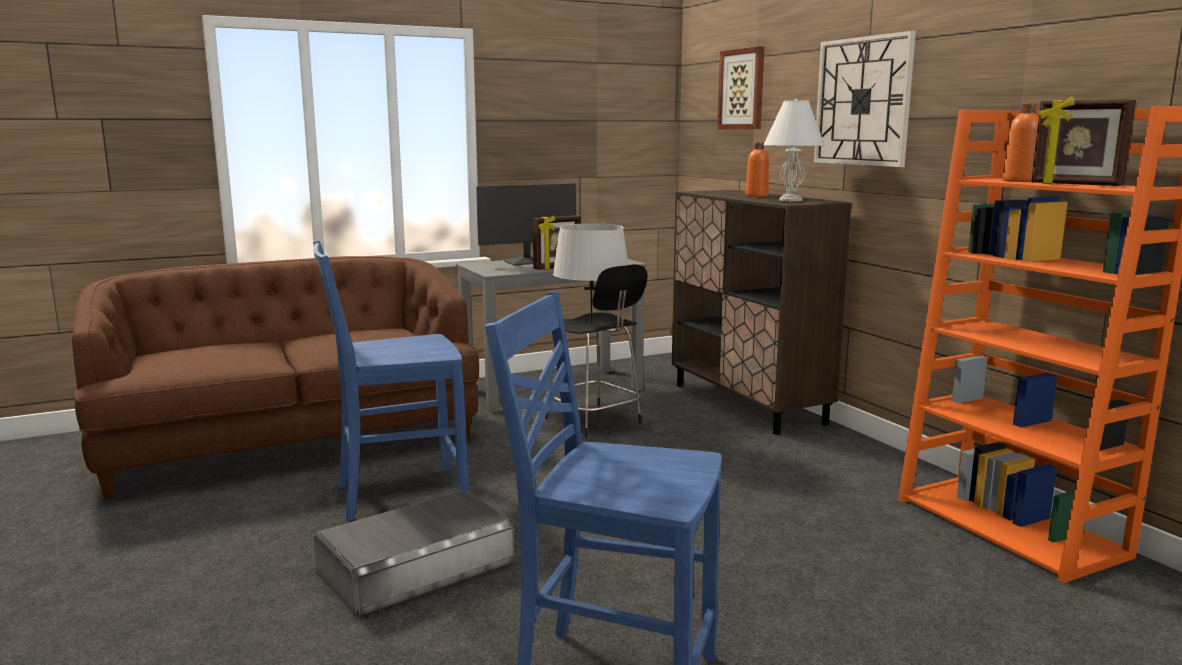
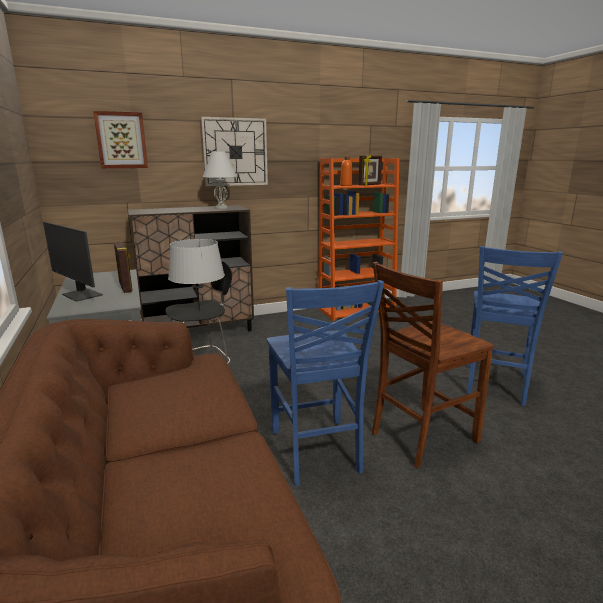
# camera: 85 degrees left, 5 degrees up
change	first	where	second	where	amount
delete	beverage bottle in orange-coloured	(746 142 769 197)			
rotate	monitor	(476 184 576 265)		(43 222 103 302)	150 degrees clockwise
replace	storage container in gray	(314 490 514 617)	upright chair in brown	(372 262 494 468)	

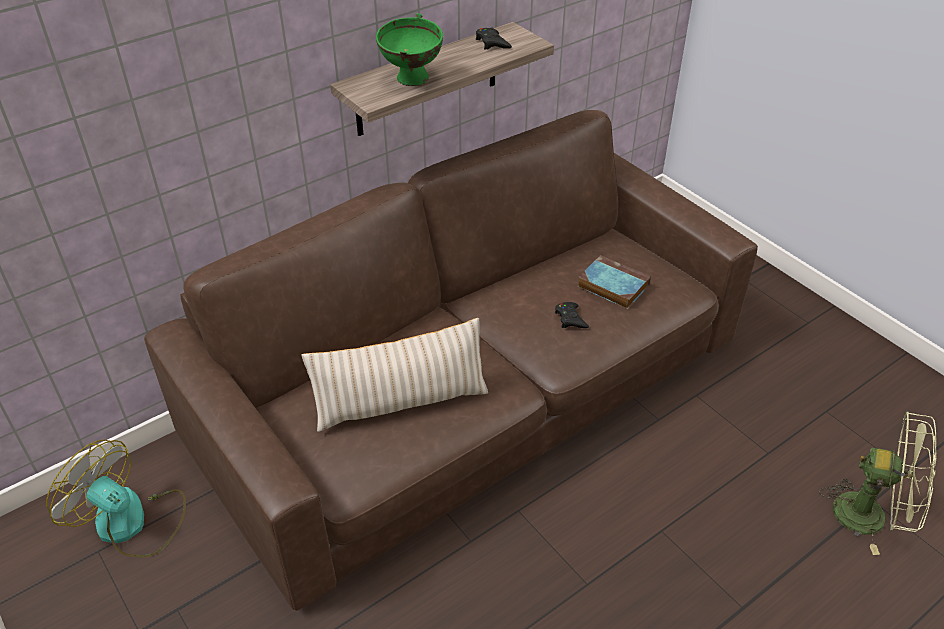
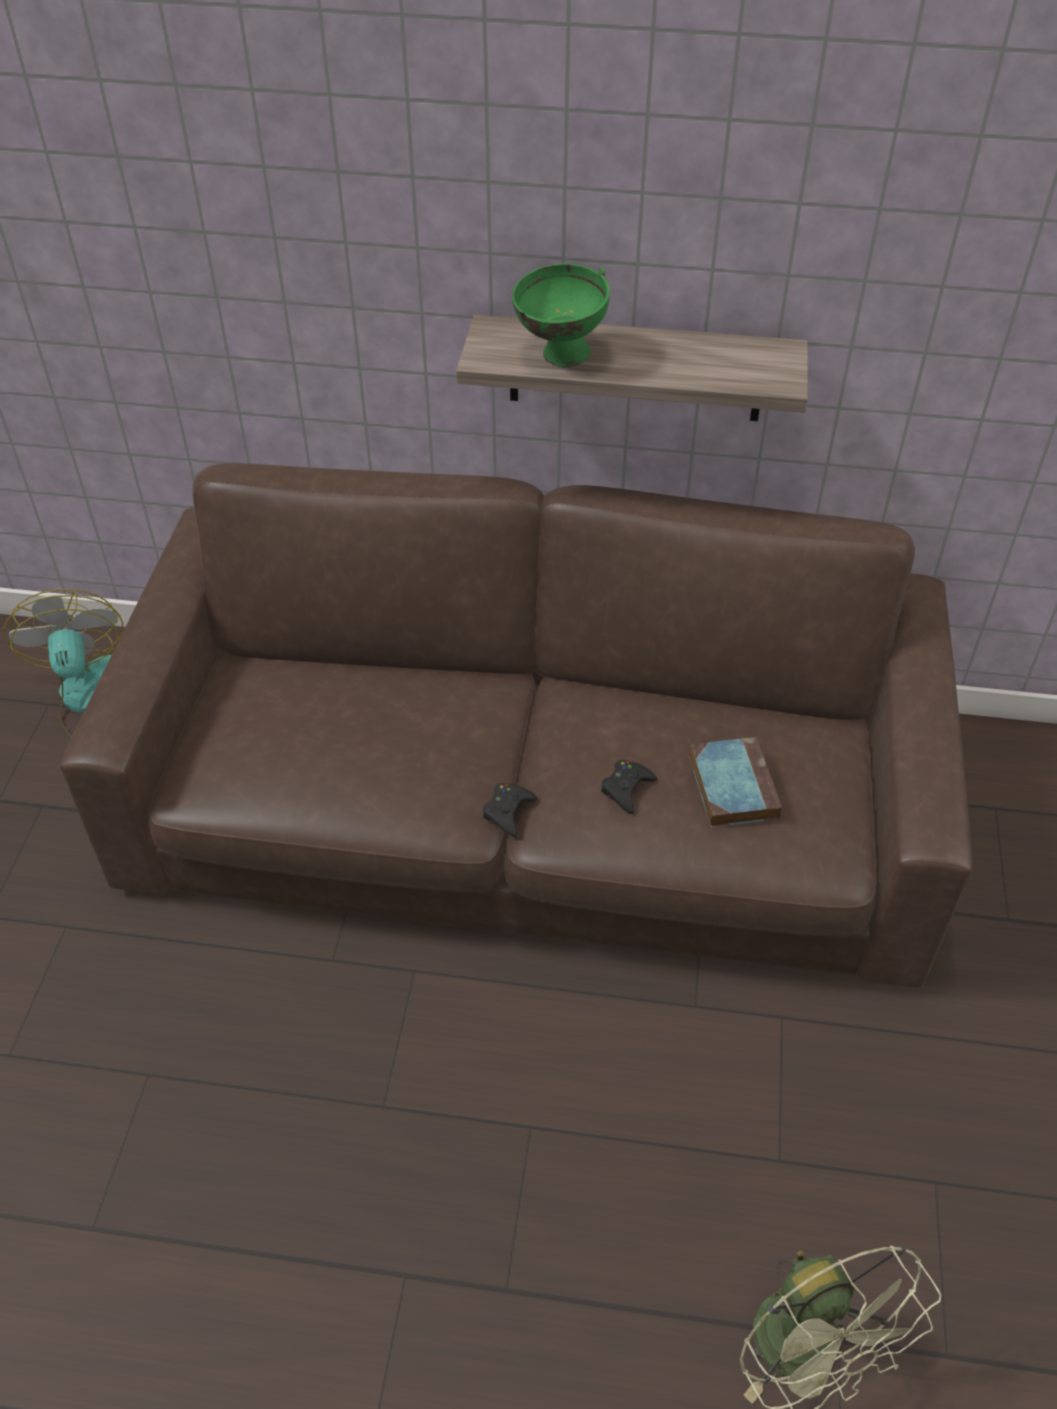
# camera: 45 degrees right, 5 degrees up
change	first	where	second	where	amount
move	joypad in black-coloured	(476 27 512 50)		(483 783 537 837)	
delete	throw pillow in beige	(302 318 488 432)			

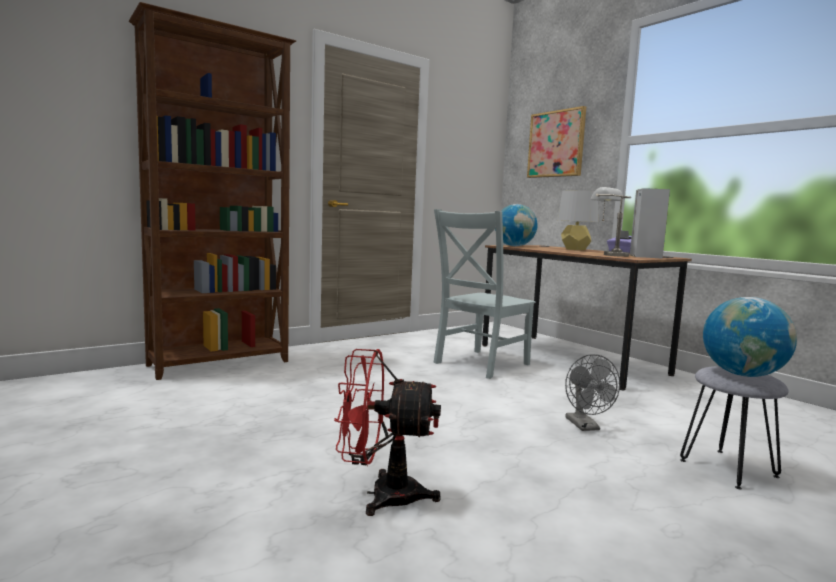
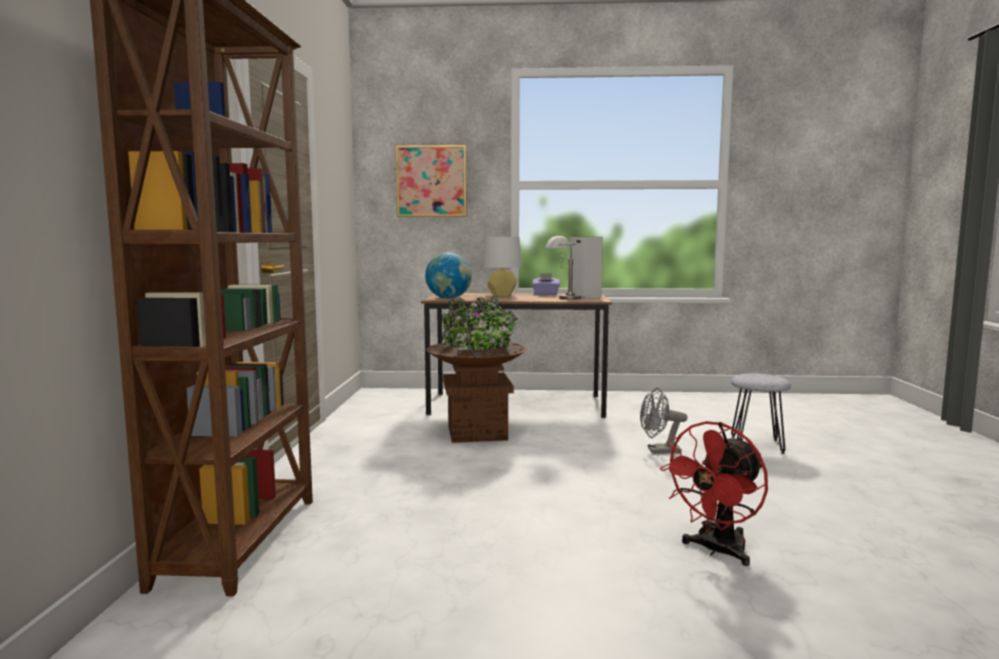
# camera: 50 degrees left, 0 degrees up
change	first	where	second	where	amount
replace	upright chair in gray	(433 209 536 379)	flower pot in brown	(426 297 527 443)	
delete	world globe	(703 297 797 377)			
rotate	cooling fan in gray	(565 354 620 431)		(640 388 687 454)	150 degrees clockwise

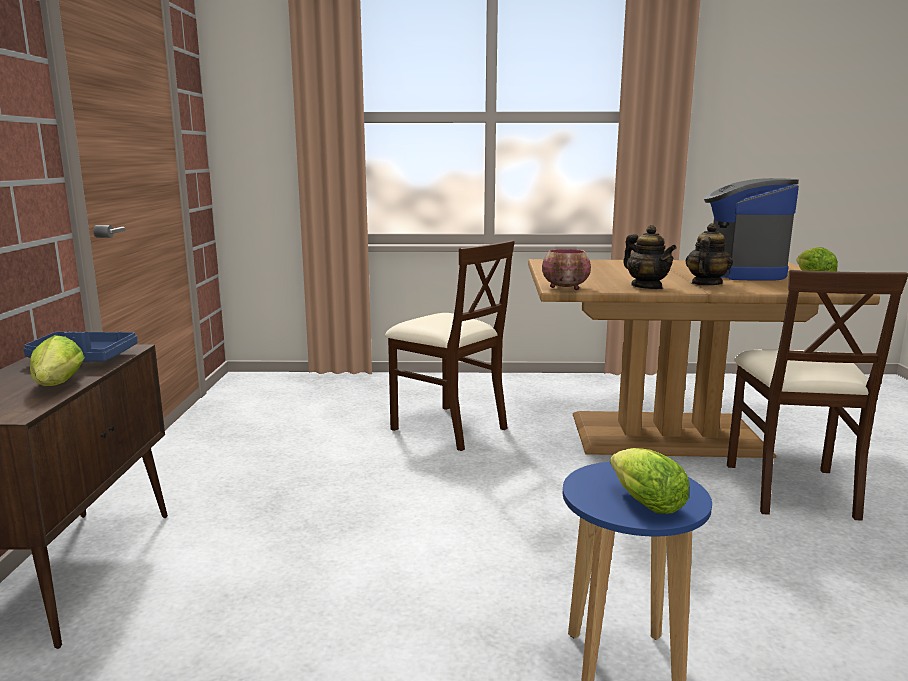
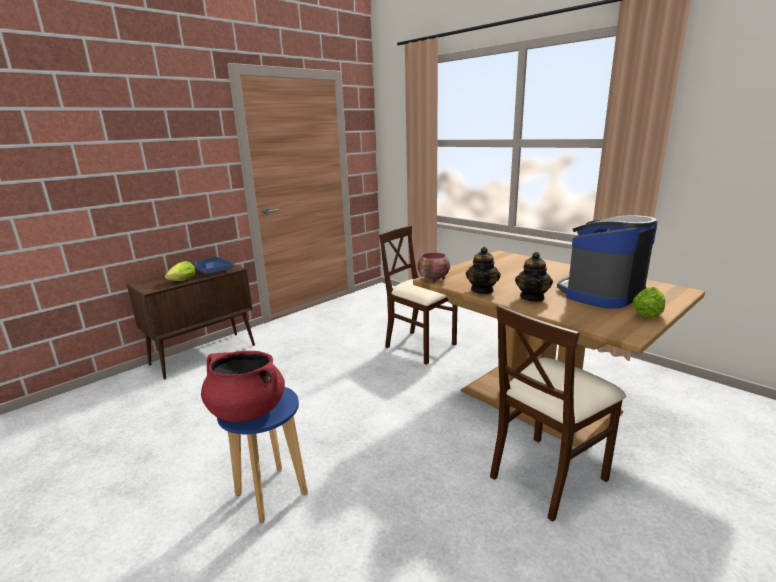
# camera: 45 degrees right, 5 degrees up
change	first	where	second	where	amount
rotate	pot for tea	(685 223 733 285)		(515 252 553 302)	120 degrees clockwise
rotate	upright chair in beige	(385 240 515 451)		(379 226 457 365)	135 degrees clockwise
replace	lettuce	(610 448 689 514)	cooking pot in reddish	(201 351 285 422)	

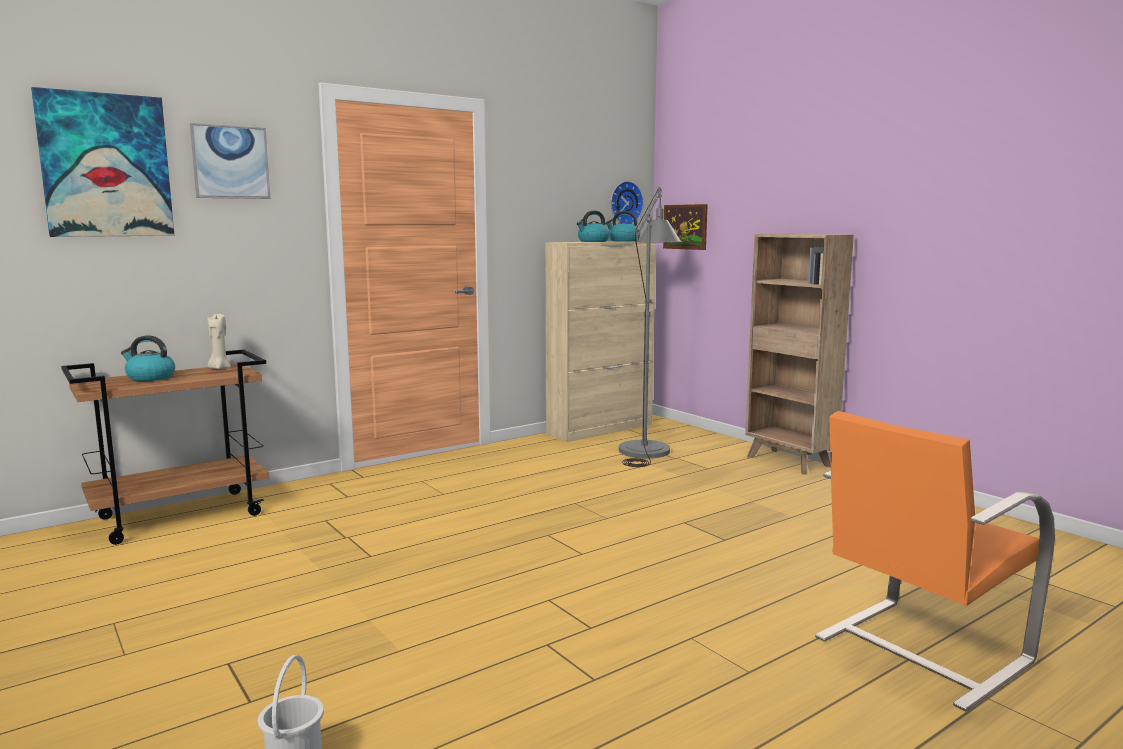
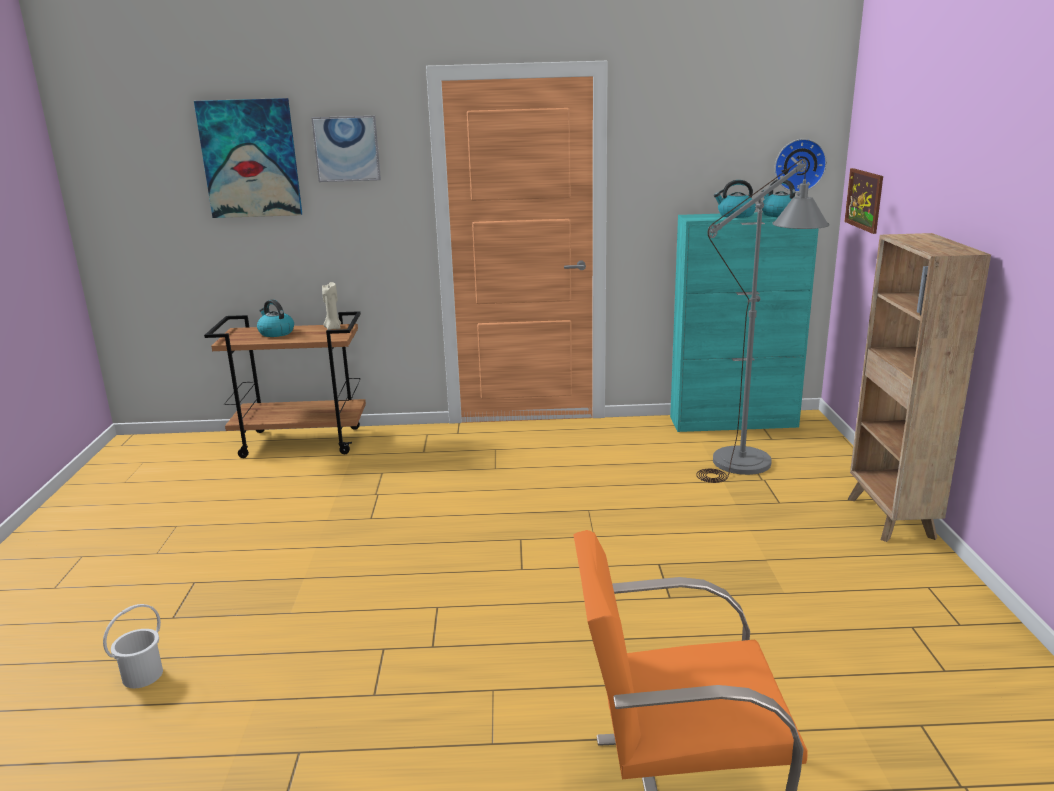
# camera: 35 degrees right, 10 degrees up
change	first	where	second	where	amount
recolor	storage cabinet in beige	(545 241 656 442)	storage cabinet in turquoise	(670 212 819 432)	

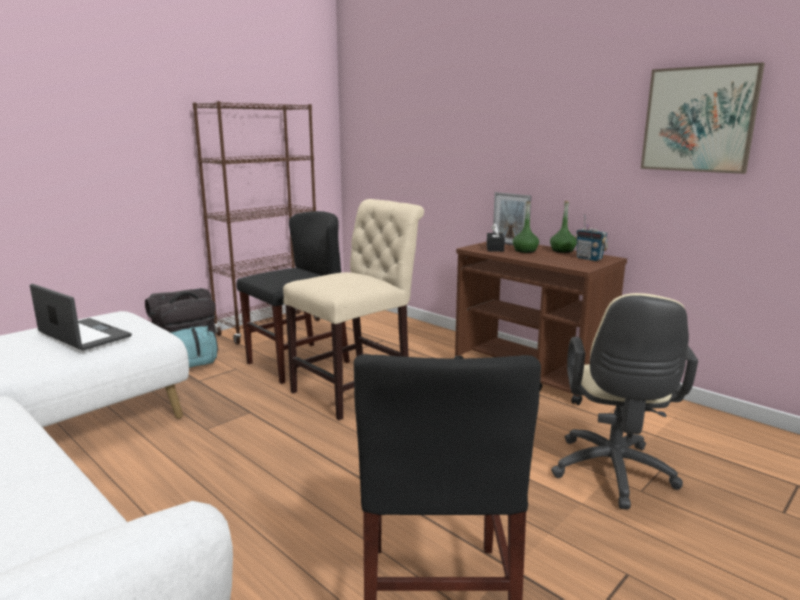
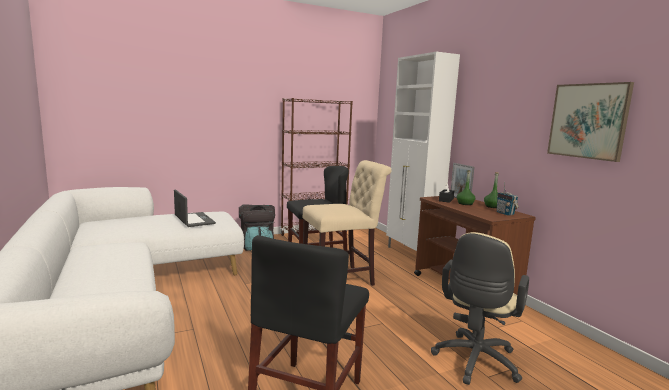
# camera: 20 degrees right, 5 degrees down
change	first	where	second	where	amount
insert			storage cabinet in whitish	(386 52 460 251)	

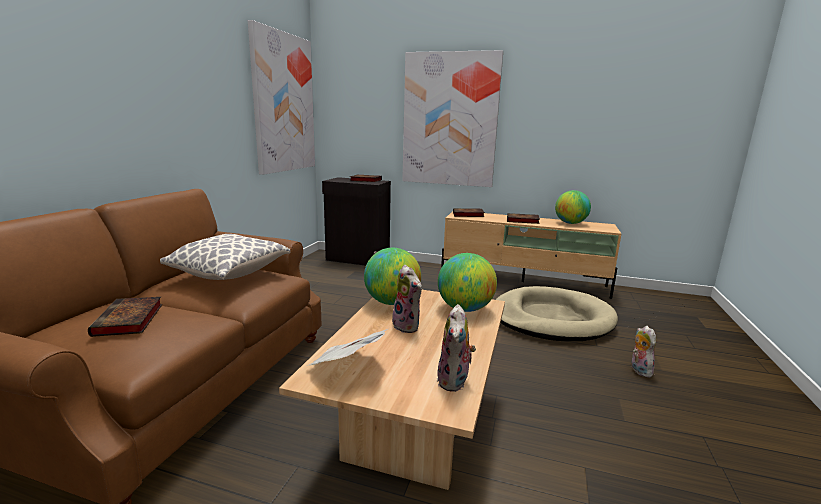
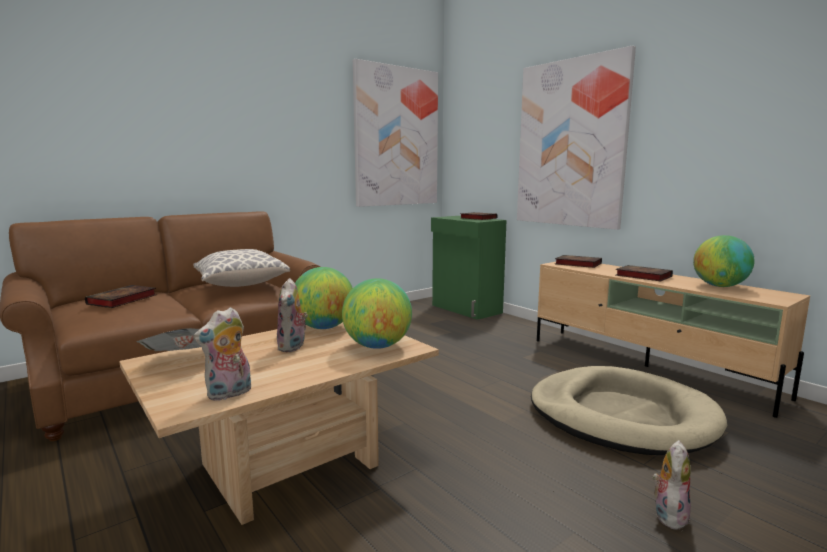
# camera: 35 degrees right, 5 degrees down
change	first	where	second	where	amount
recolor	storage cabinet in black-coloured	(322 177 391 266)	storage cabinet in green-coloured	(431 216 507 320)	

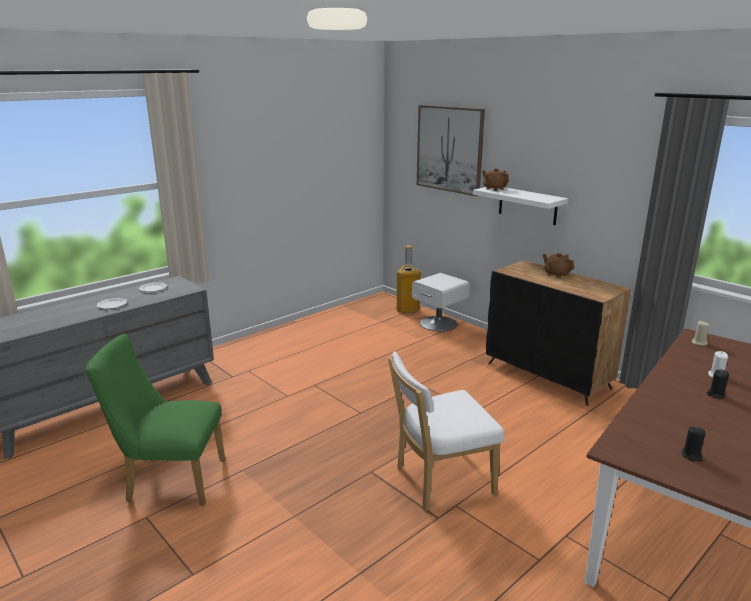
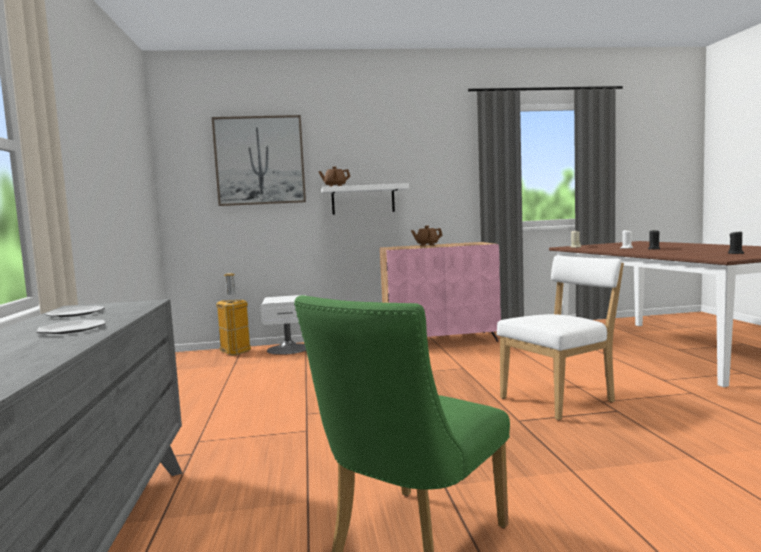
# camera: 55 degrees left, 15 degrees down
change	first	where	second	where	amount
recolor	storage cabinet in black-coloured	(486 260 631 406)	storage cabinet in pink-coloured	(380 242 501 342)	
rotate	upright chair in whitish	(388 351 504 512)		(497 256 624 421)	135 degrees counterclockwise

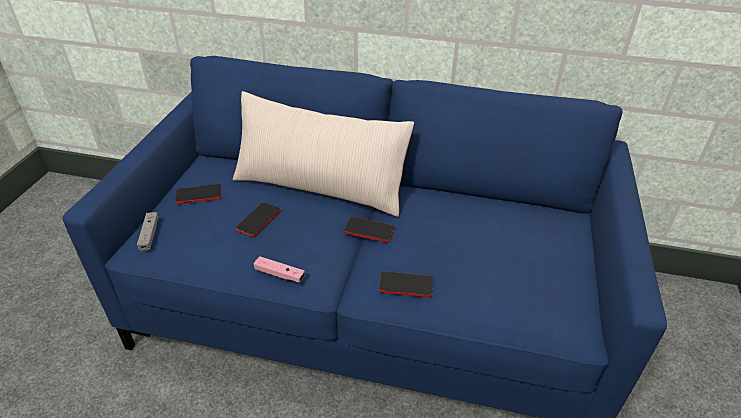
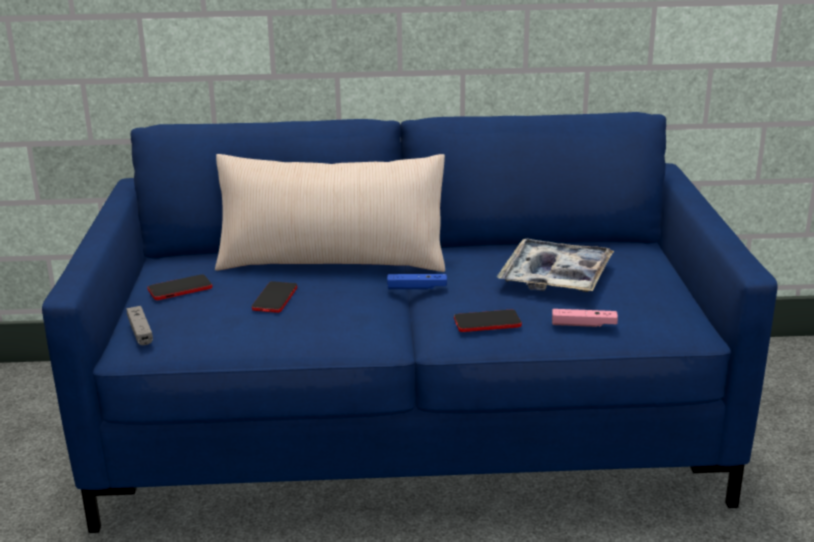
# camera: 15 degrees left, 15 degrees down
change	first	where	second	where	amount
replace	handset	(344 217 395 242)	joypad in blue-coloured	(387 274 447 289)	
move	joypad in pink-coloured	(254 256 305 283)		(552 309 618 327)	
insert			carrying tray	(497 239 614 292)	

